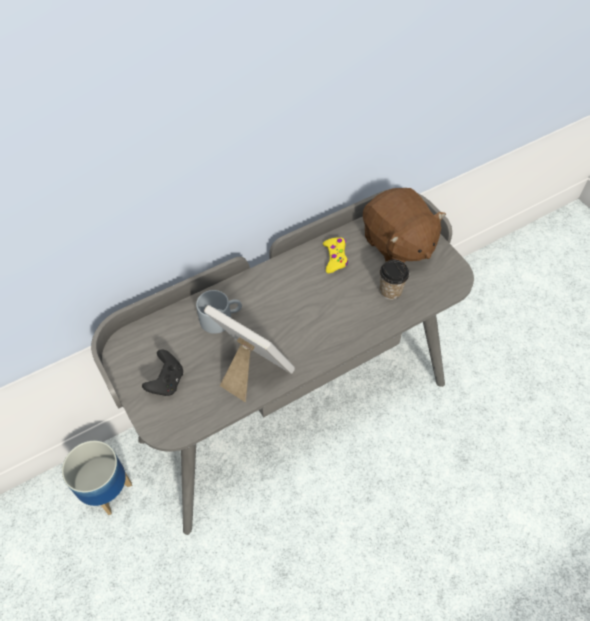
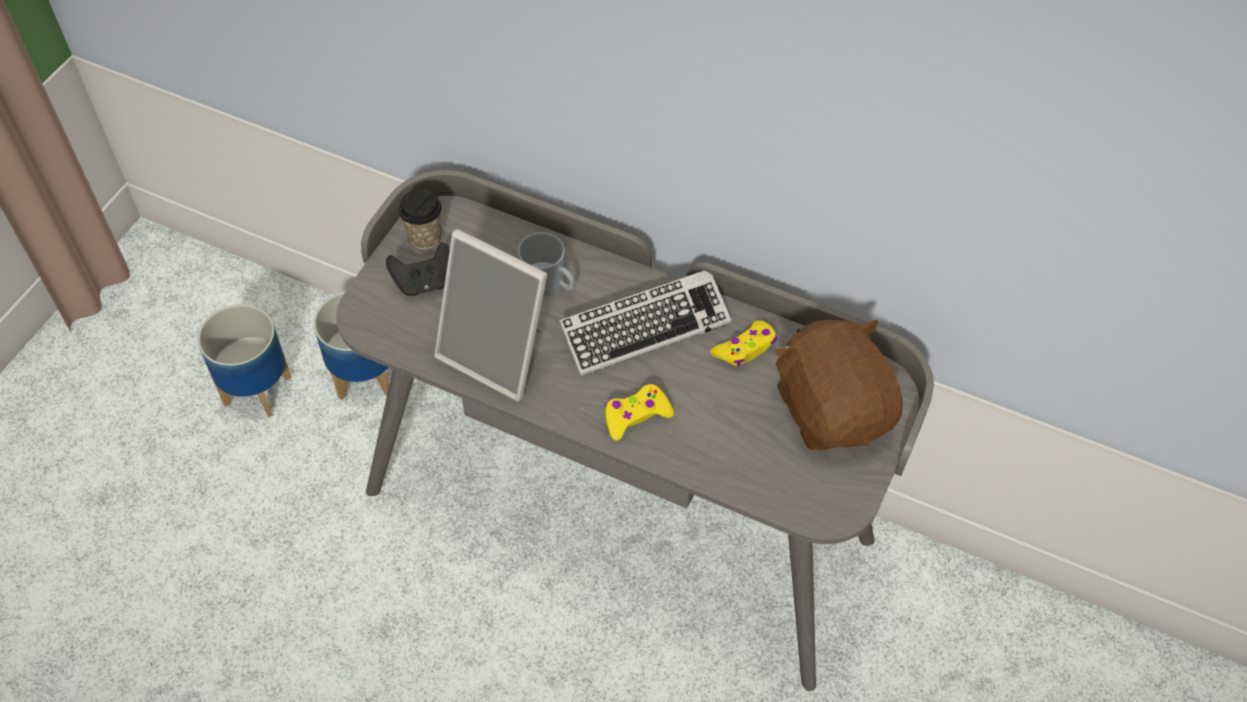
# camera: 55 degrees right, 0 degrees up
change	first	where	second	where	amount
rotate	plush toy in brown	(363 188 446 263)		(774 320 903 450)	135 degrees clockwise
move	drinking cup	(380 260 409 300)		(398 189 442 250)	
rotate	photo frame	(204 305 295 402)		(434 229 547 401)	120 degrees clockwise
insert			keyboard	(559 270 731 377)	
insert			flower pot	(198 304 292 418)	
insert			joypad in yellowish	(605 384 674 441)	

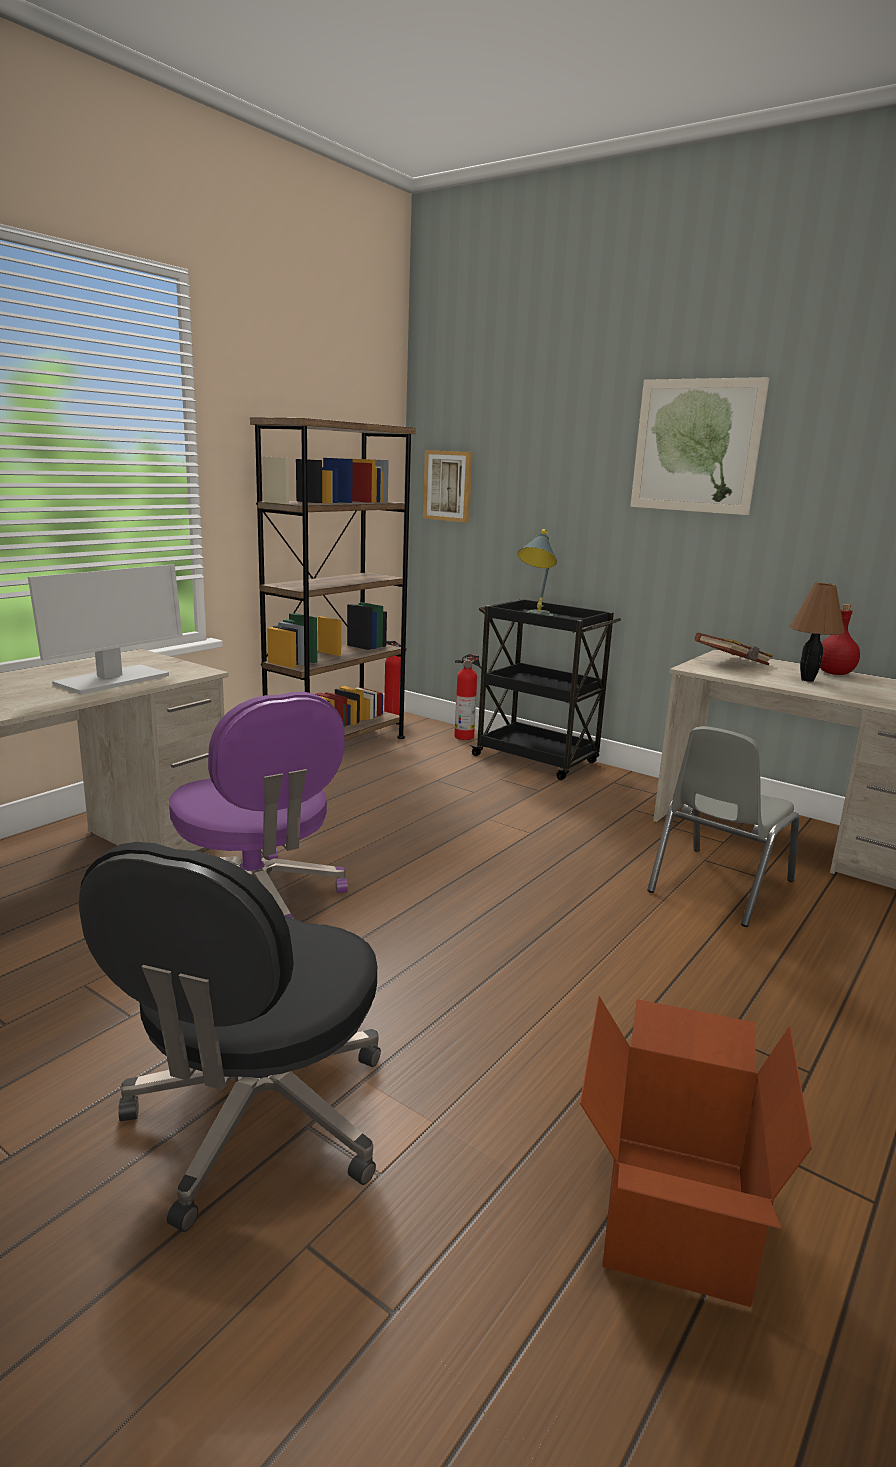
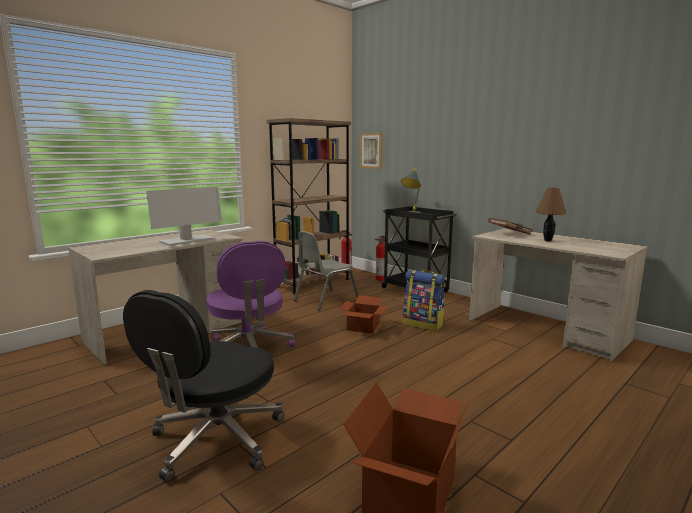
# camera: 10 degrees right, 5 degrees down
change	first	where	second	where	amount
delete	picture	(631 377 770 515)			
delete	beverage bottle in reddish	(820 604 860 675)			
move	upright chair in gray	(647 726 800 927)		(294 231 359 311)	
insert			rucksack	(403 270 445 331)	
insert			packing box	(339 295 388 334)	

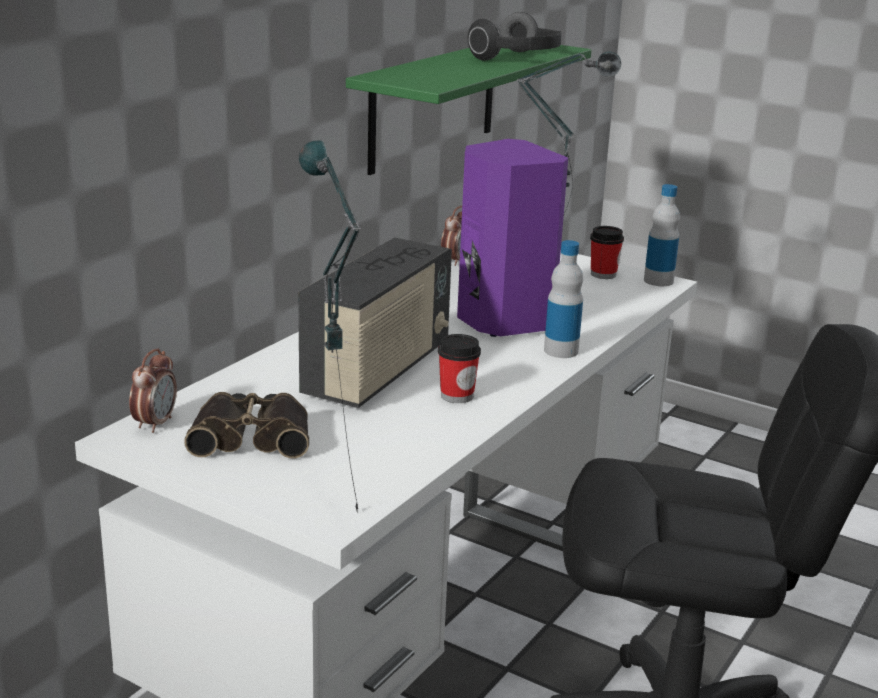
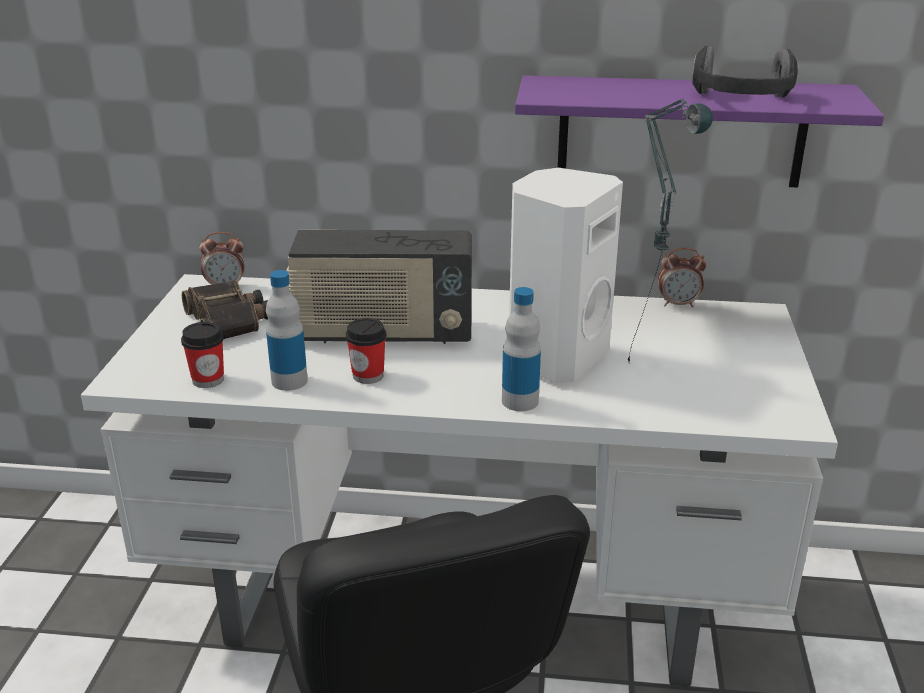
# camera: 65 degrees right, 5 degrees up
change	first	where	second	where	amount
recolor	bracket shelf in green-coloured	(346 45 591 175)	bracket shelf in purple-coloured	(515 75 884 188)	
recolor	speaker in purple-coloured	(457 139 568 337)	speaker in whitish	(509 168 623 383)	
delete	table lamp	(299 140 361 513)			
move	beverage bottle	(644 184 680 286)		(266 270 308 391)	
move	drinking cup	(590 226 624 279)		(181 322 224 388)	

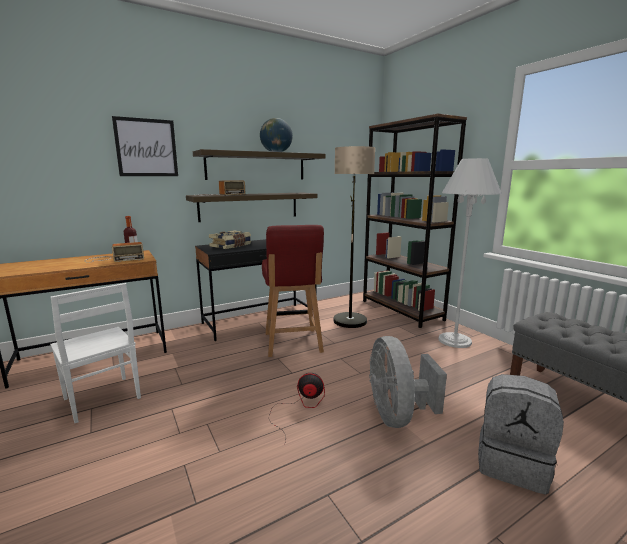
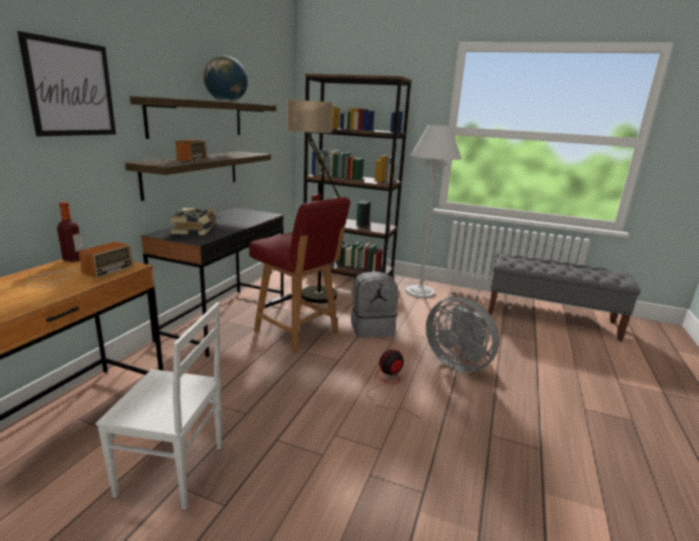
# camera: 40 degrees left, 5 degrees up
change	first	where	second	where	amount
move	rucksack in gray	(478 374 564 495)		(351 271 398 338)	

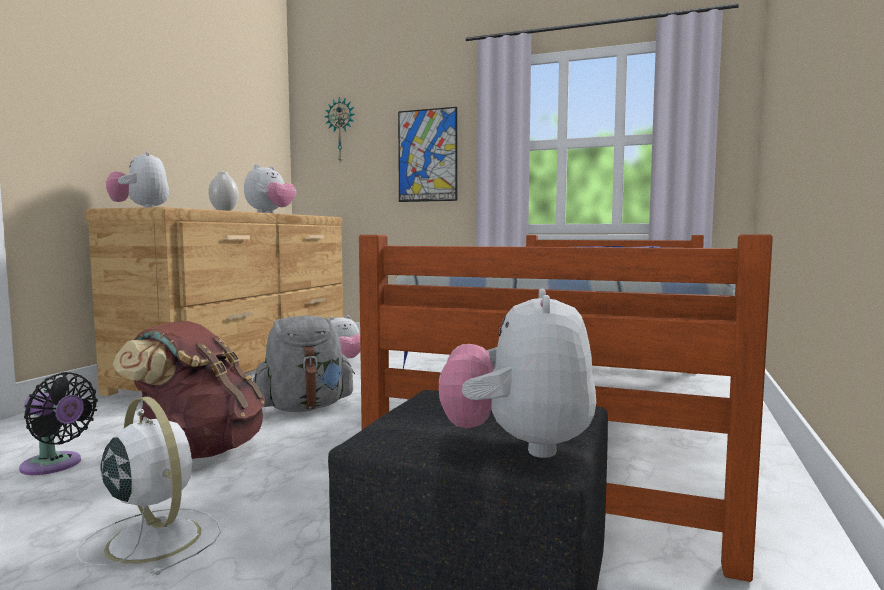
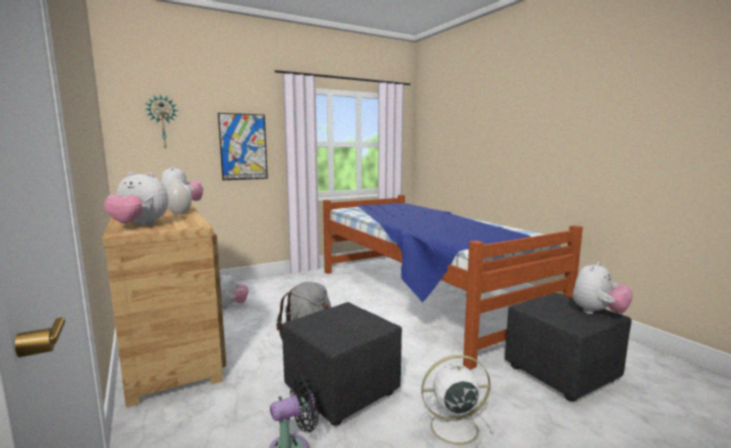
# camera: 50 degrees left, 5 degrees up
change	first	where	second	where	amount
rotate	plush toy	(439 289 596 458)		(573 261 633 314)	90 degrees counterclockwise
replace	rucksack in brown	(113 321 265 459)	ottoman in black-coloured	(282 302 402 426)	

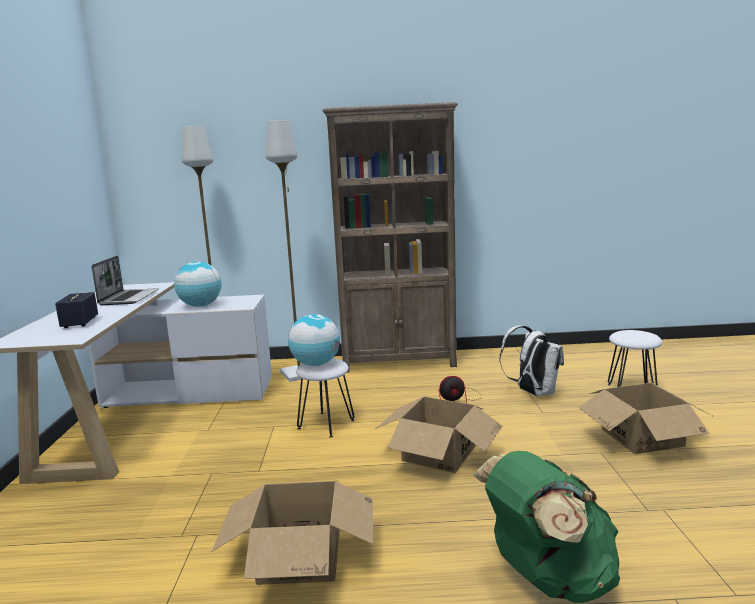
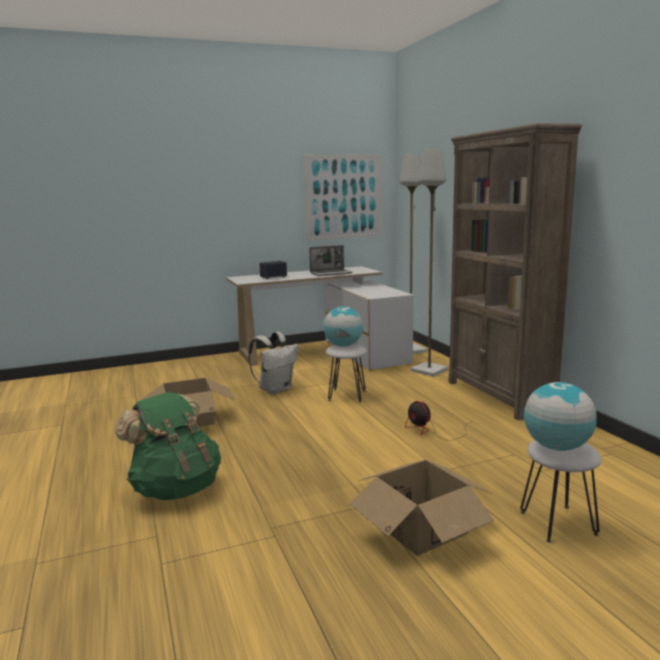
# camera: 70 degrees right, 0 degrees up
change	first	where	second	where	amount
move	world globe	(174 261 222 307)		(524 382 597 451)	
move	rucksack in whitish	(500 325 564 396)		(249 332 298 394)	
delete	packing box	(376 397 502 473)			
insert			picture	(304 154 381 241)	

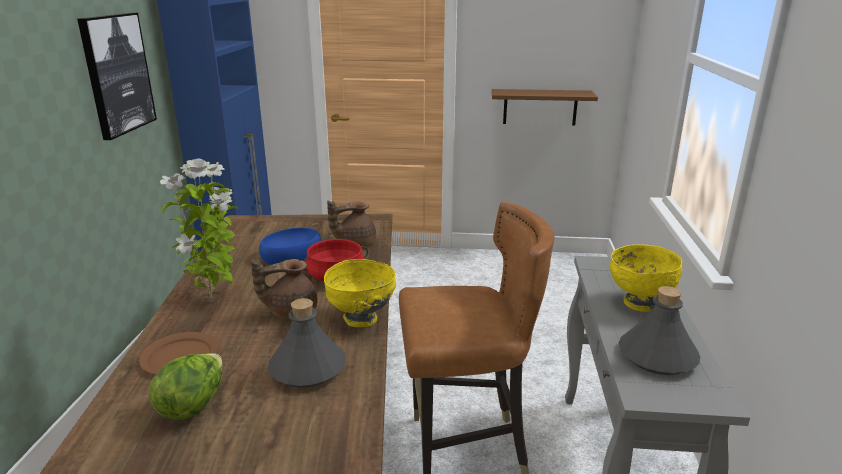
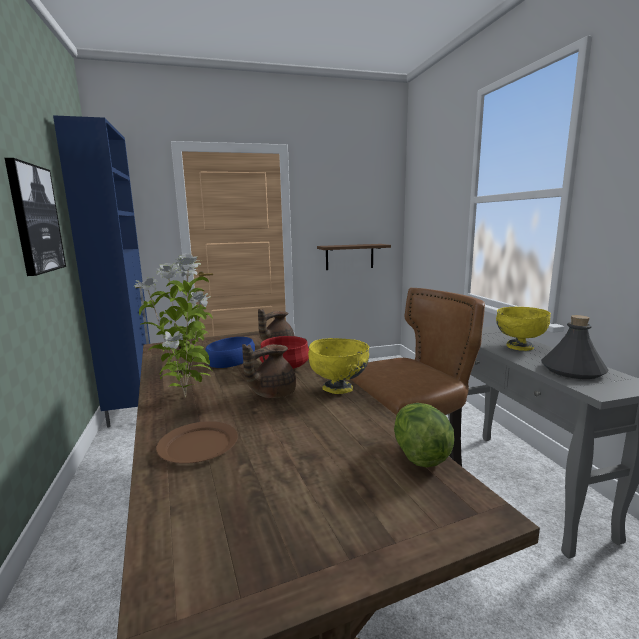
# camera: 20 degrees left, 10 degrees down
change	first	where	second	where	amount
delete	beverage bottle in gray	(268 298 346 388)			
move	lettuce	(149 353 222 420)		(394 403 454 468)	

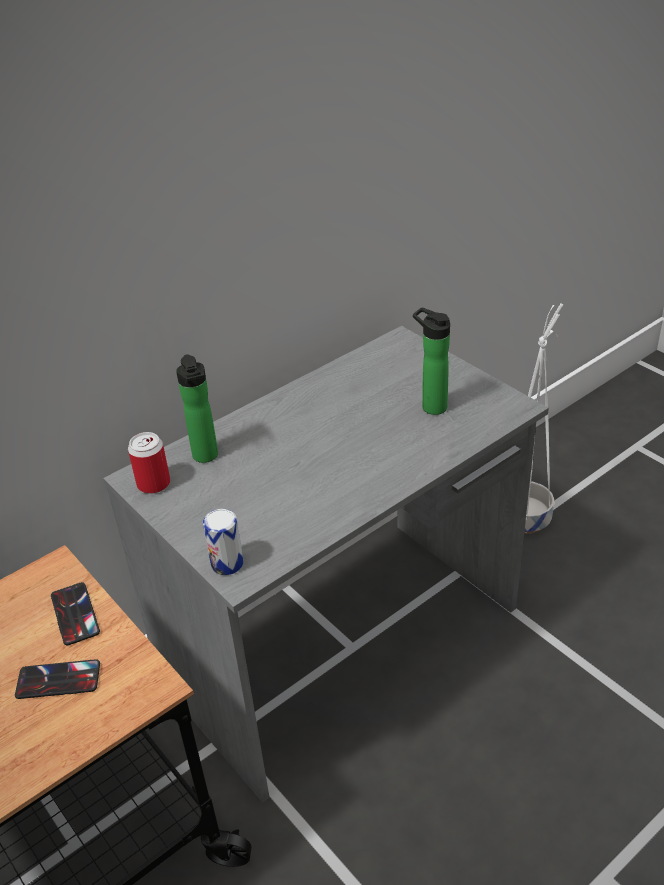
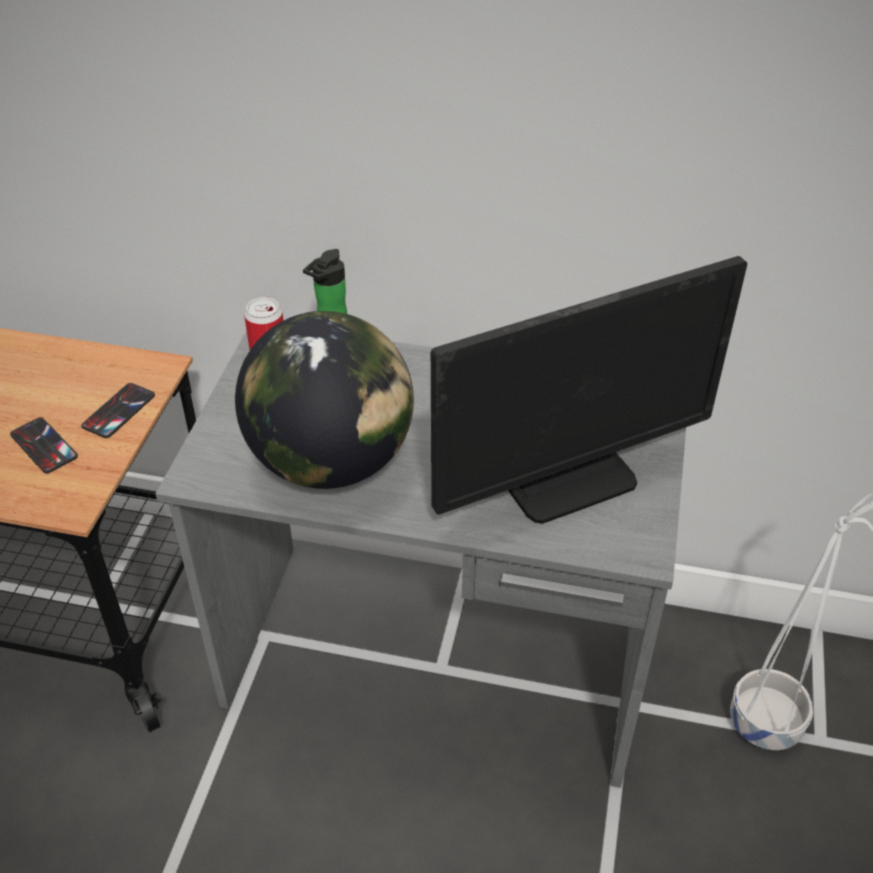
# camera: 50 degrees right, 5 degrees up
change	first	where	second	where	amount
replace	beverage bottle	(413 307 450 415)	monitor	(431 256 747 524)	
delete	sealed can	(203 509 243 575)			
insert			world globe	(235 311 414 489)	

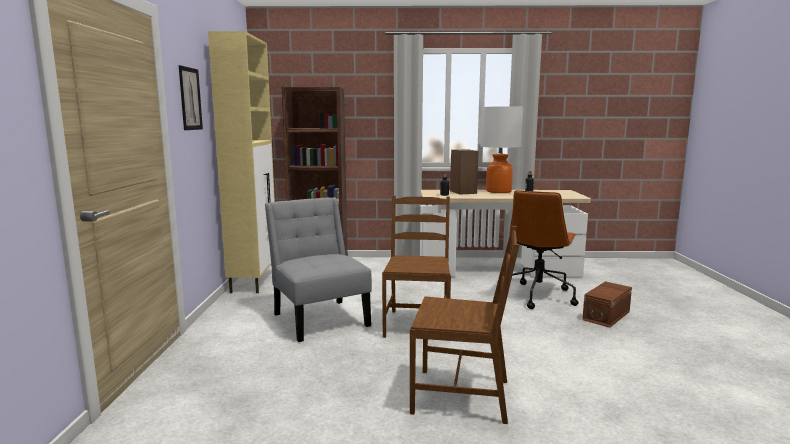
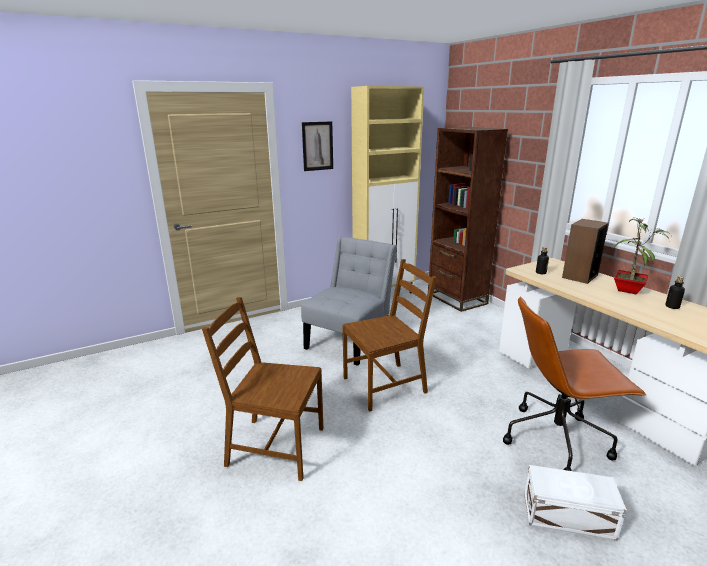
# camera: 60 degrees right, 10 degrees up
change	first	where	second	where	amount
replace	table lamp	(480 106 524 193)	potted plant	(613 217 671 294)	
rotate	upright chair in brown	(410 226 519 424)		(202 297 323 481)	120 degrees clockwise
recolor	storage container in brown	(582 281 632 328)	storage container in whitish	(524 465 626 541)	

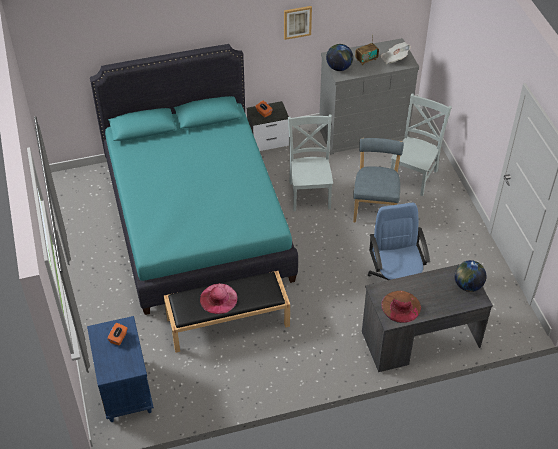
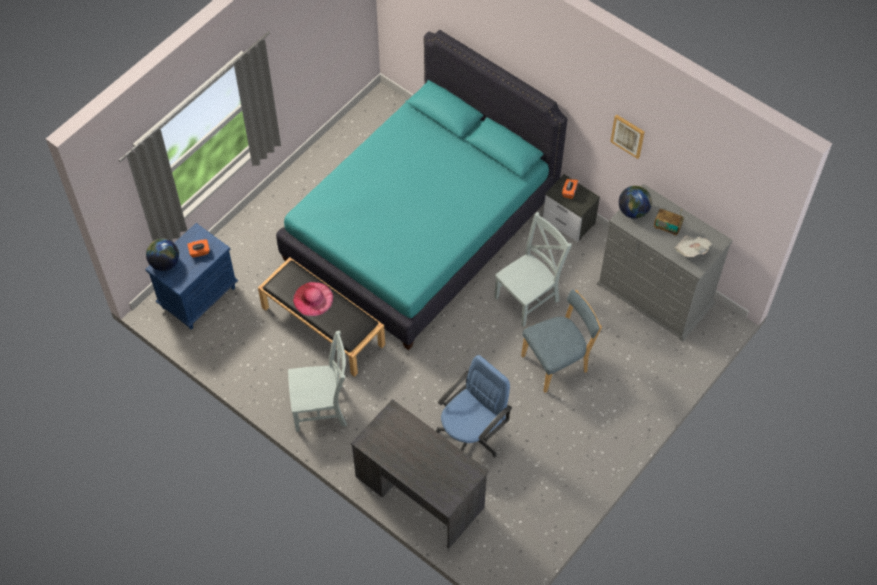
# camera: 55 degrees right, 10 degrees up
change	first	where	second	where	amount
move	upright chair in gray	(391 93 452 196)		(288 330 347 432)	
move	world globe	(454 260 486 292)		(146 238 179 271)	
delete	hat in brown	(381 291 421 323)			

